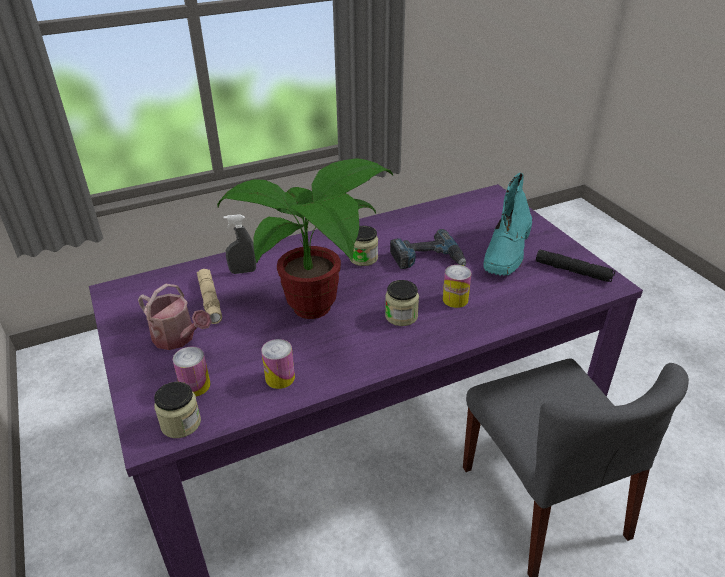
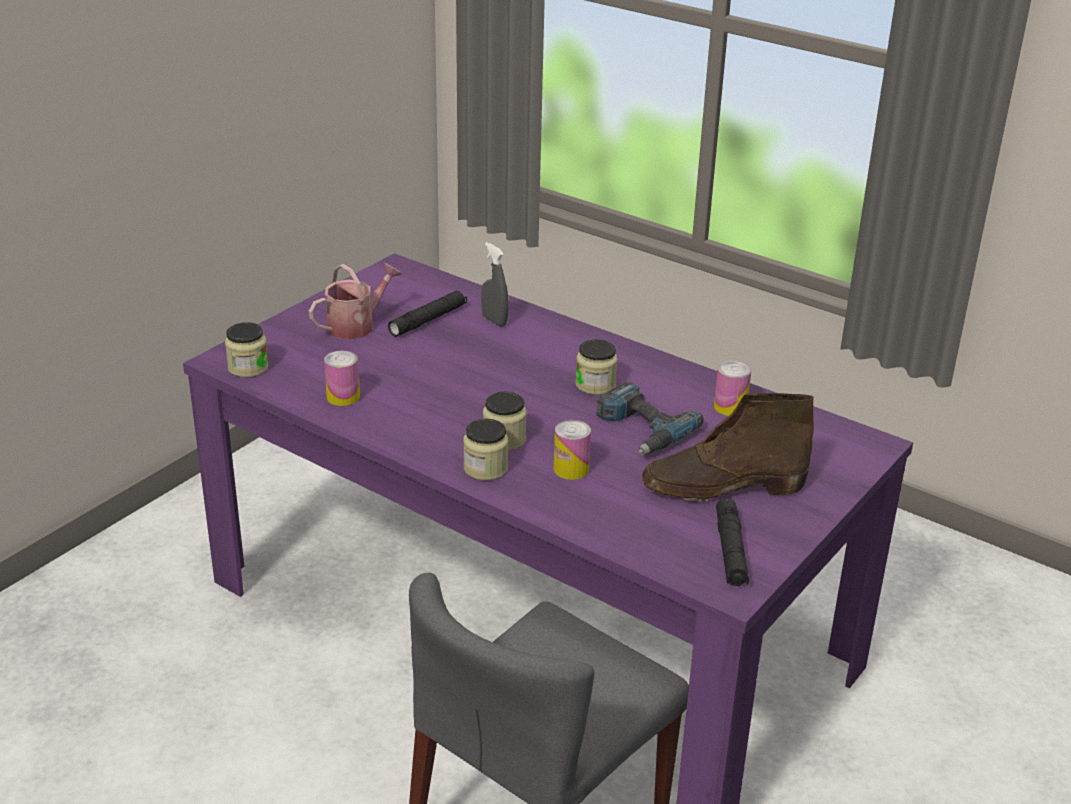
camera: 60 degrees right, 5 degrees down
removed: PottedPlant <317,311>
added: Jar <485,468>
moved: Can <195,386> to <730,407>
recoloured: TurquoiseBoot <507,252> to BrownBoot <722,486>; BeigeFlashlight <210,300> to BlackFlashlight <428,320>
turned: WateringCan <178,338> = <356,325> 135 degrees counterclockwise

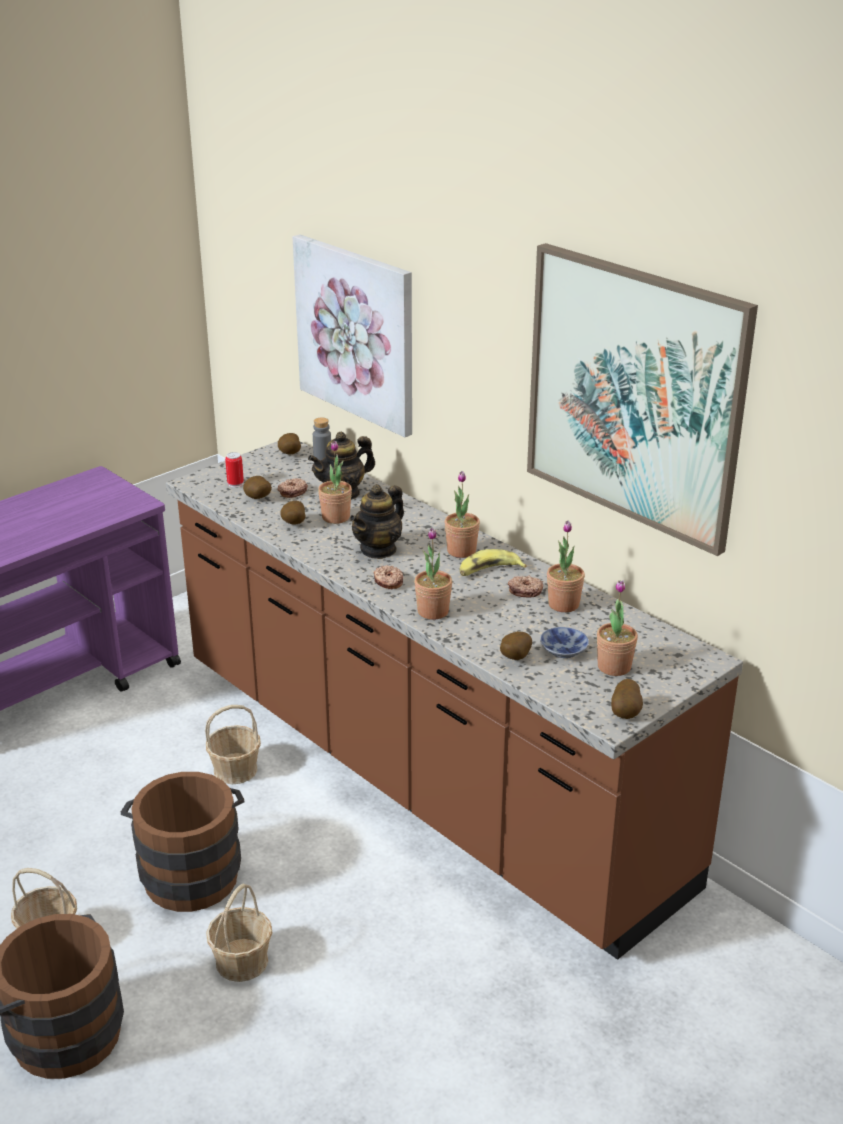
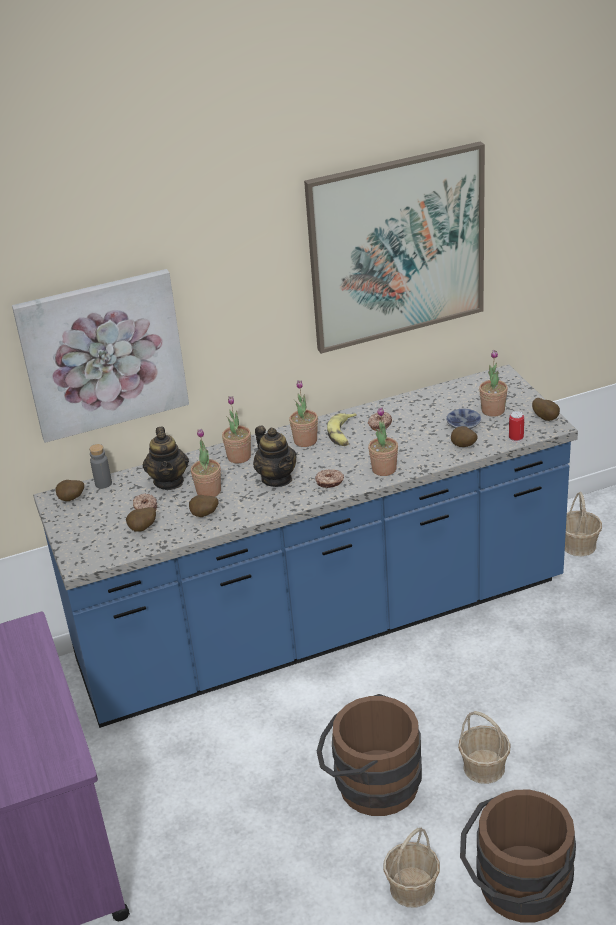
camera: 65 degrees left, 5 degrees up
moved: Can <235,484> to <516,438>; PottedPlant <563,604> to <239,457>; Basket <236,770> to <579,545>
recoloured: BrownCounter <421,774> to BlueCounter <322,627>

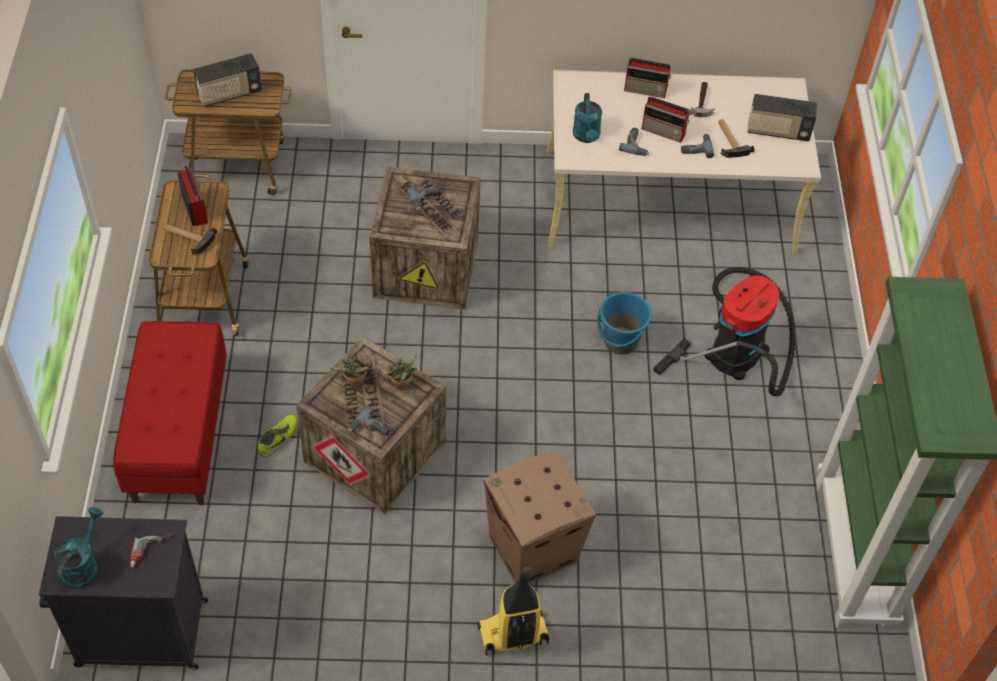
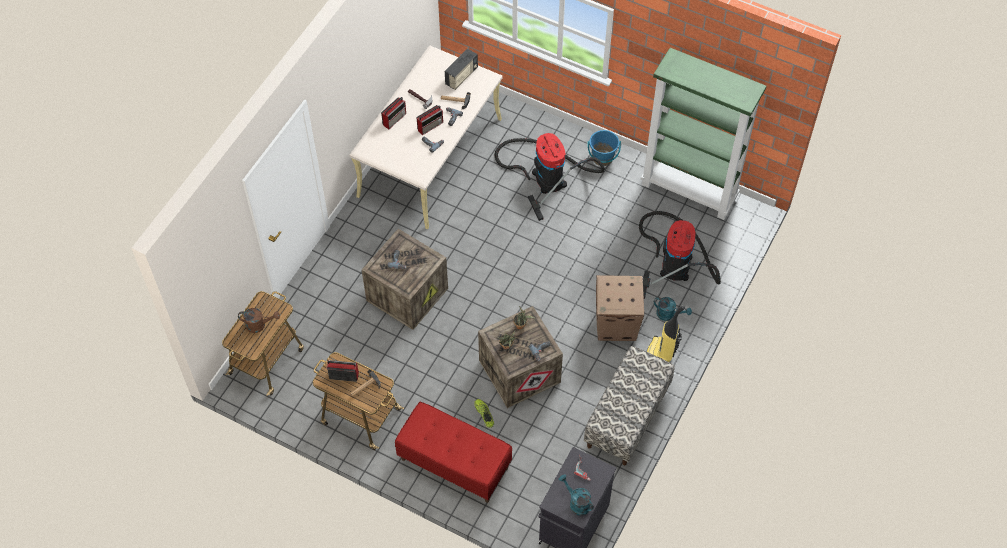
camera: 60 degrees left, 5 degrees up
added: VacuumCleaner <675,261>; Bench <627,417>
moved: TurquoiseWateringCan <587,137> to <669,314>; BlueBucket <620,341> to <602,158>
replaced: Radio <229,94> to BrownWateringCan <259,325>

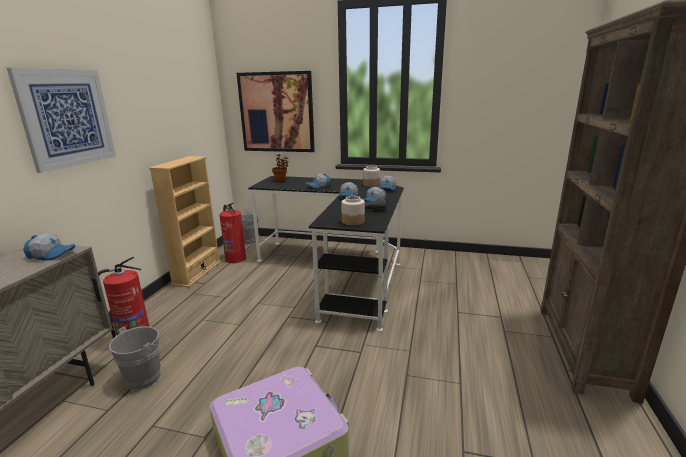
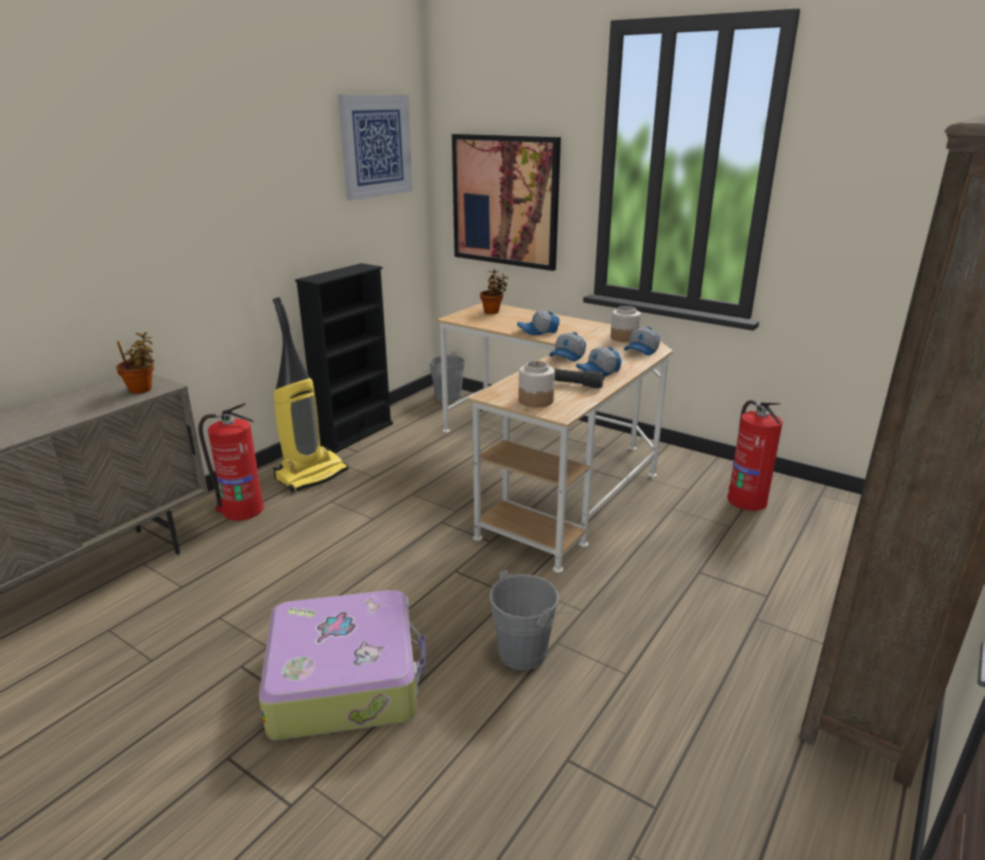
camera: 20 degrees right, 5 degrees up
added: VacuumCleaner <311,475>
moved: Picture <67,118> to <376,146>; FireExtinguisher <235,258> to <746,500>; GreyBucket <147,376> to <527,650>
replaced: Cap <52,255> to PottedPlant <142,390>
recoloured: BeigeBookcase <197,273> to BlackBookcase <354,434>; BlackDesk <338,271> to BeigeDesk <551,469>

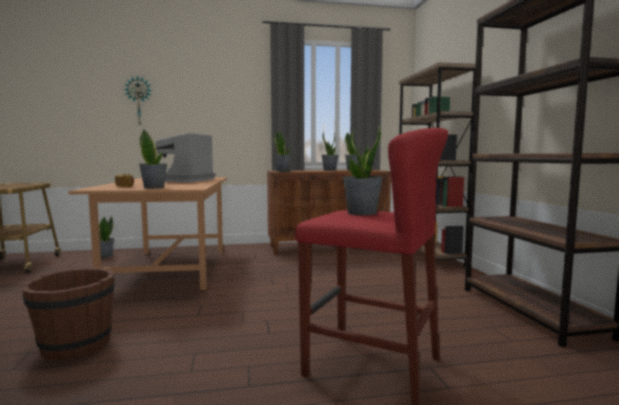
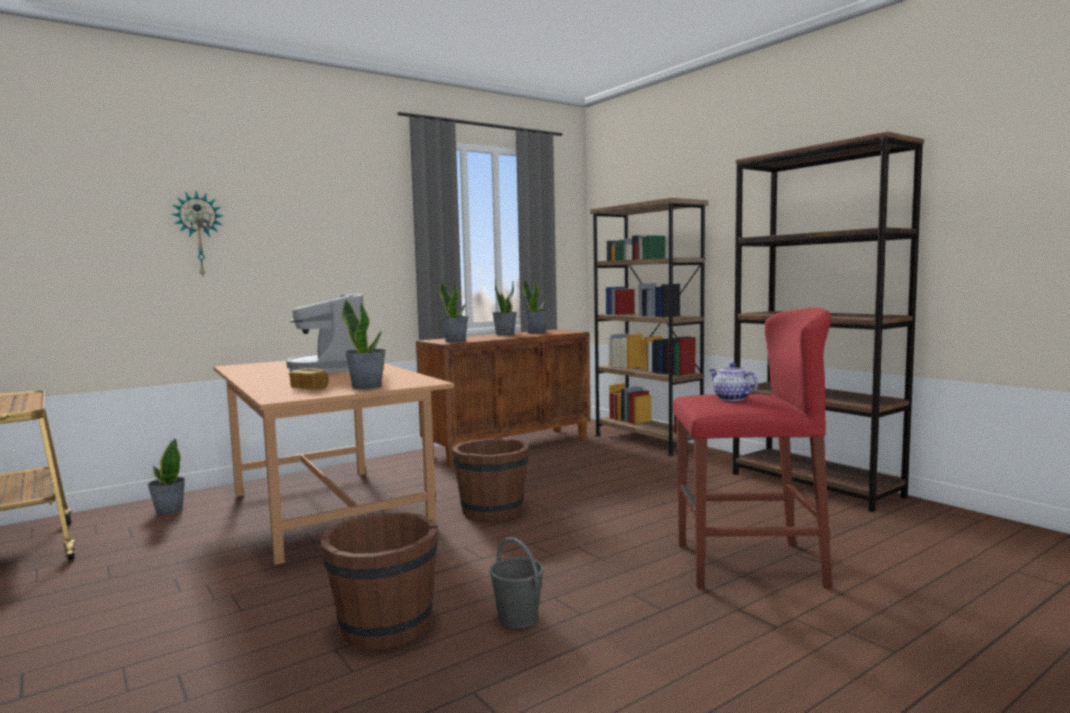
camera: 25 degrees left, 0 degrees up
added: BrownBucket <492,511>; GreyBucket <517,618>
replaced: PottedPlant <362,213> to Teapot <731,398>

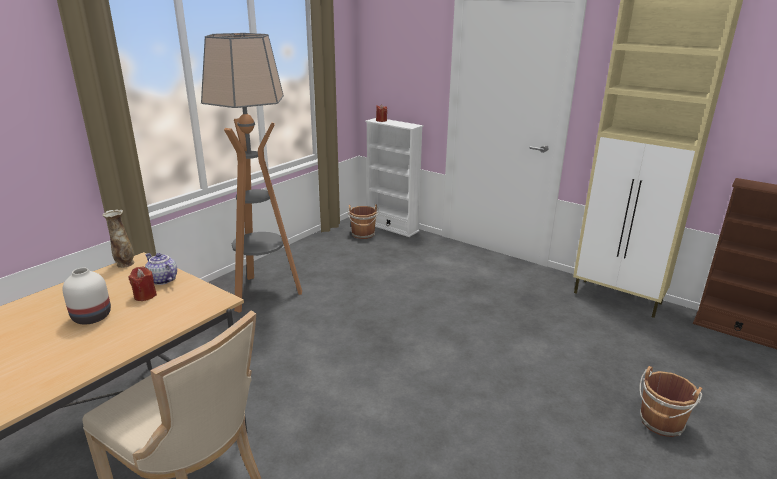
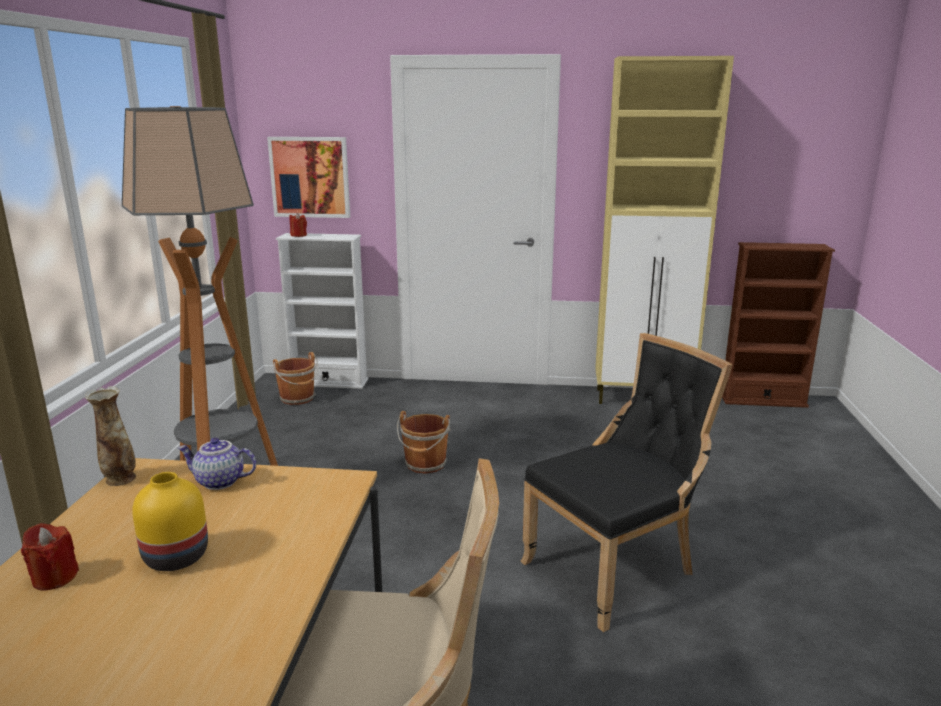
camera: 30 degrees left, 5 degrees down
added: Picture <310,177>; BlackChair <616,569>
moved: RedCandle <145,295> to <54,577>; BrownBucket <661,423> to <425,465>
recoloured: WhiteVase <92,317> to YellowVase <177,557>

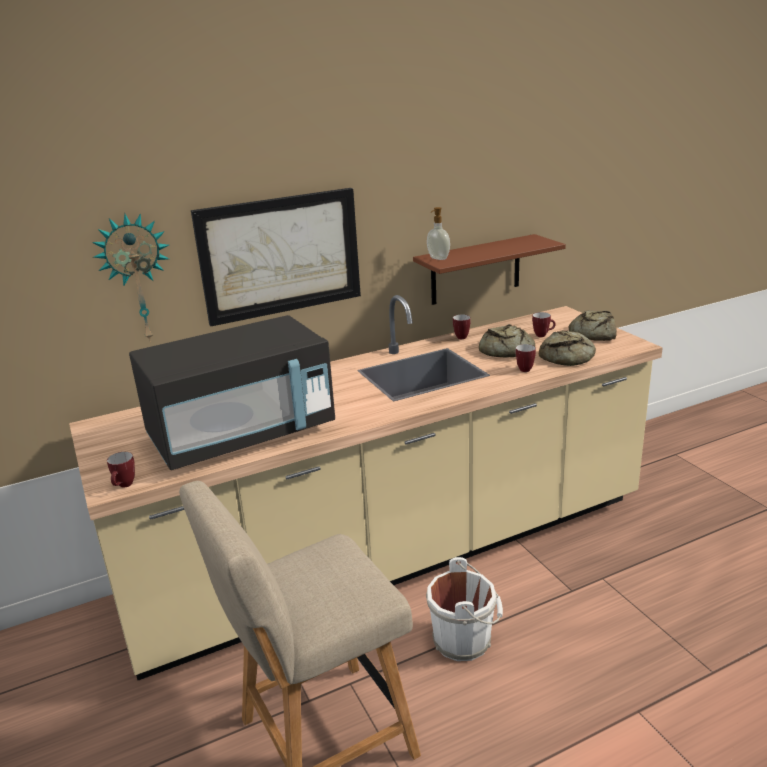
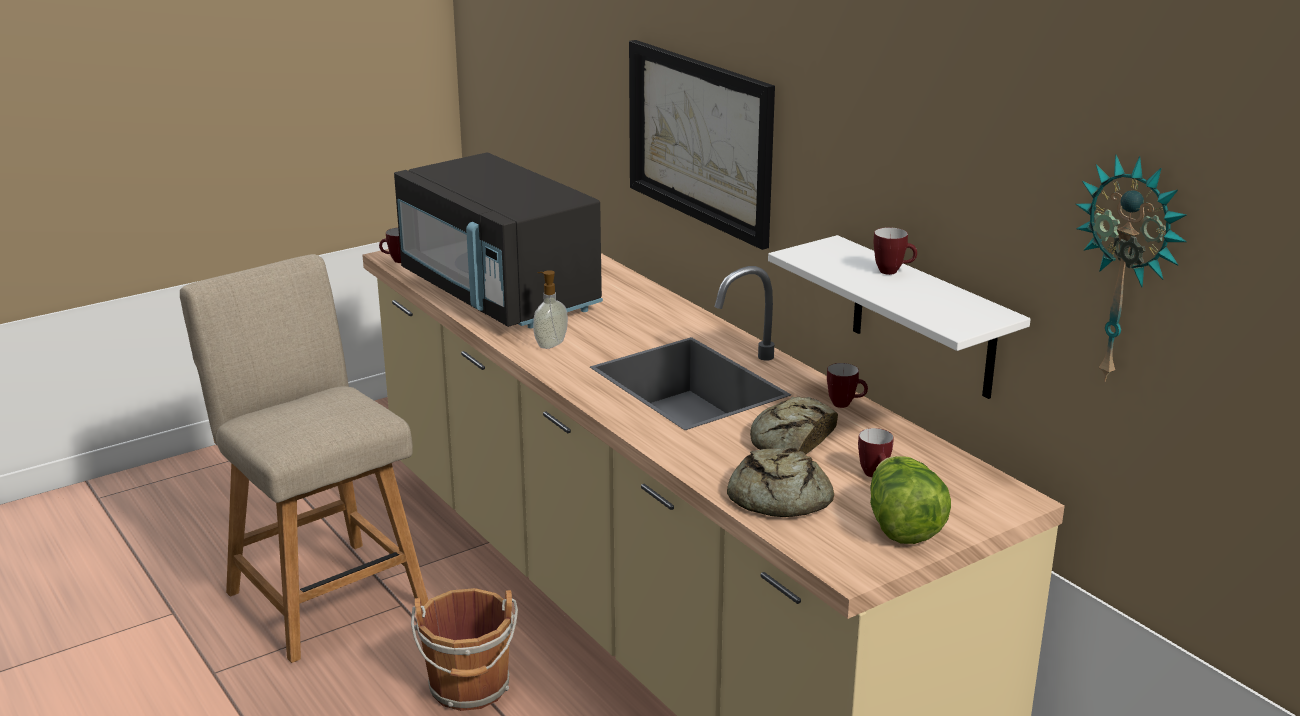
camera: 80 degrees right, 0 degrees up
moved: SoapDispenser <438,258> to <550,344>; WallClock <136,278> to <1128,270>; Mug <525,369> to <893,271>
replaced: Bread <593,333> to Lettuce <902,526>
recoloured: BrownShelf <475,270> to WhiteShelf <923,318>; WhiteBucket <464,640> to BrownBucket <470,689>

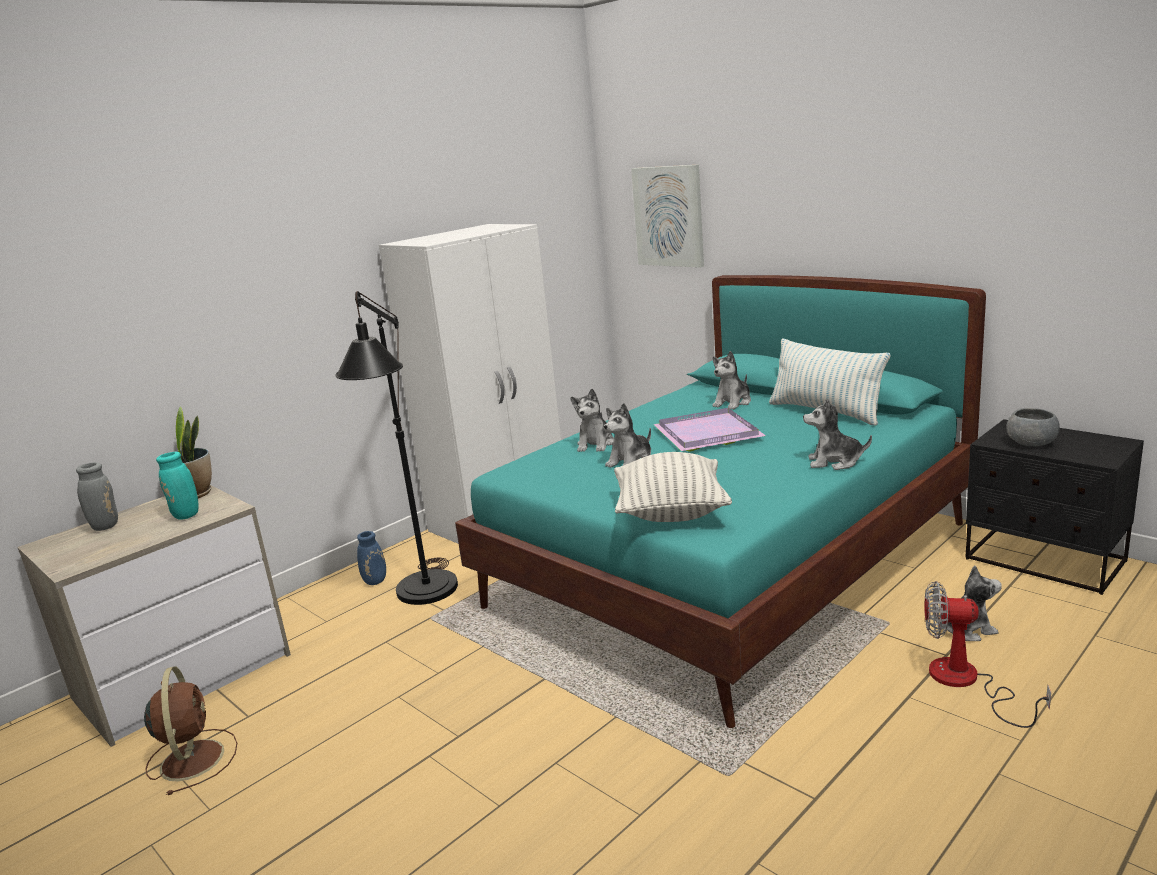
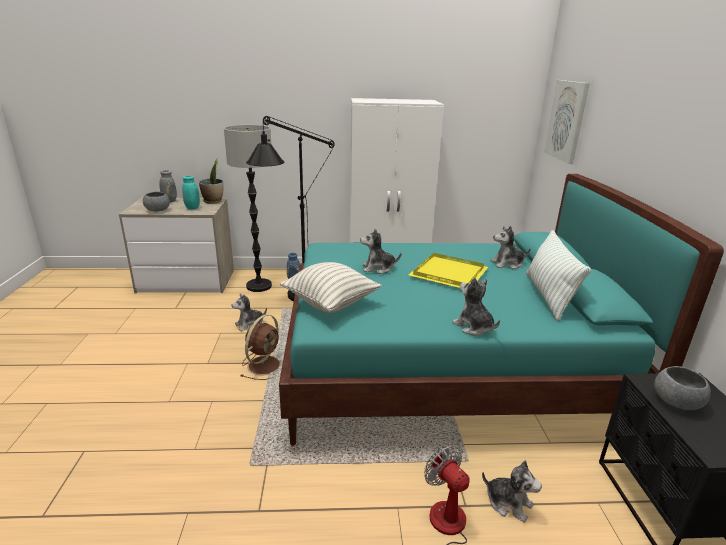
camera: 40 degrees right, 5 degrees up
added: FloorLamp <259,286>; GreyBowl <157,210>
moved: PlushToy <596,444> to <250,324>; BrownFan <192,758> to <265,364>
recoloured: PurpleTray <708,433> to YellowTray <450,273>

